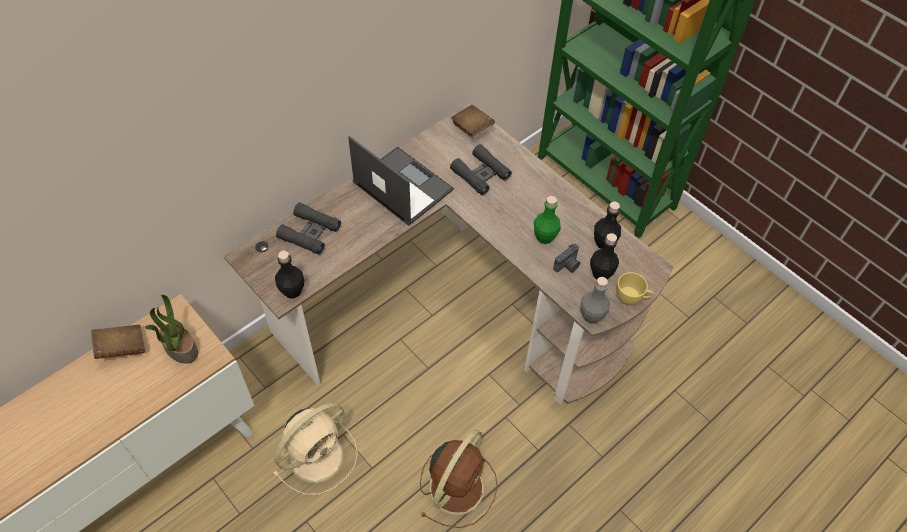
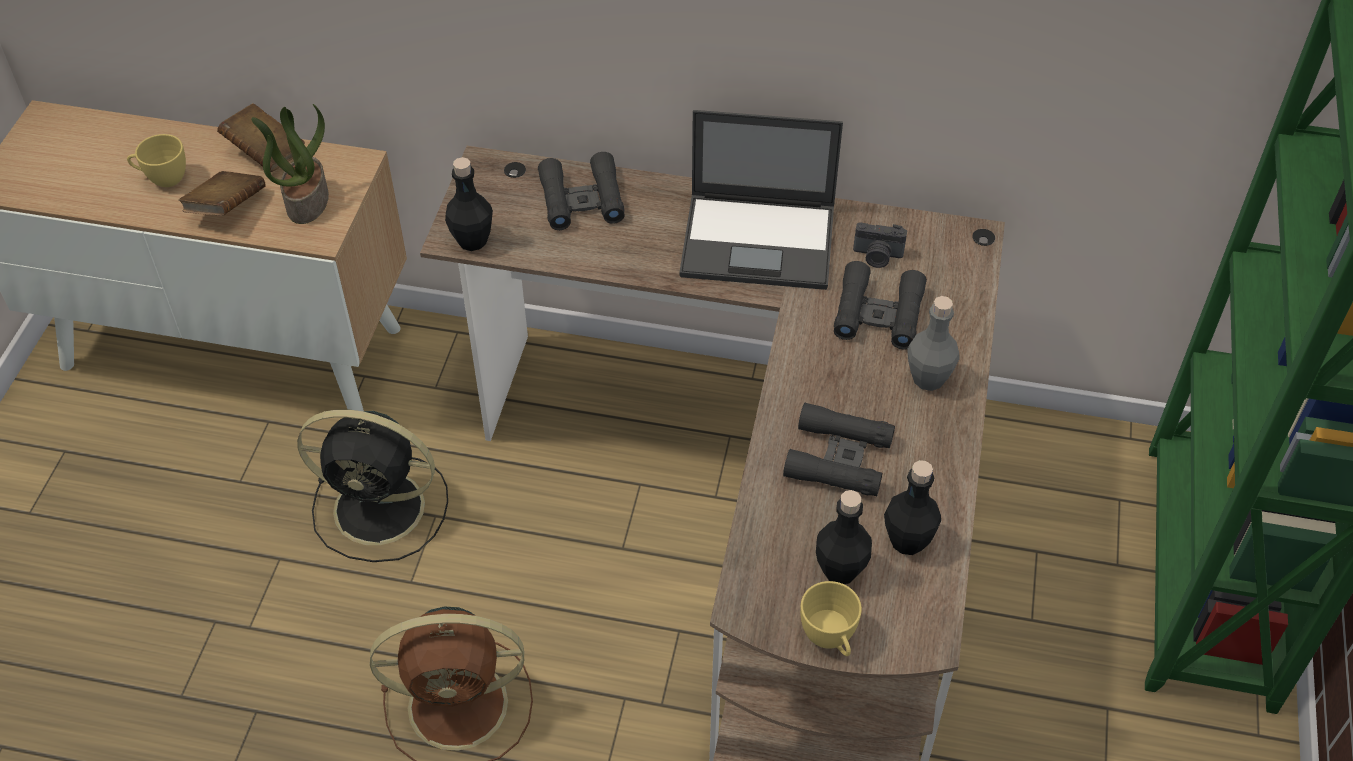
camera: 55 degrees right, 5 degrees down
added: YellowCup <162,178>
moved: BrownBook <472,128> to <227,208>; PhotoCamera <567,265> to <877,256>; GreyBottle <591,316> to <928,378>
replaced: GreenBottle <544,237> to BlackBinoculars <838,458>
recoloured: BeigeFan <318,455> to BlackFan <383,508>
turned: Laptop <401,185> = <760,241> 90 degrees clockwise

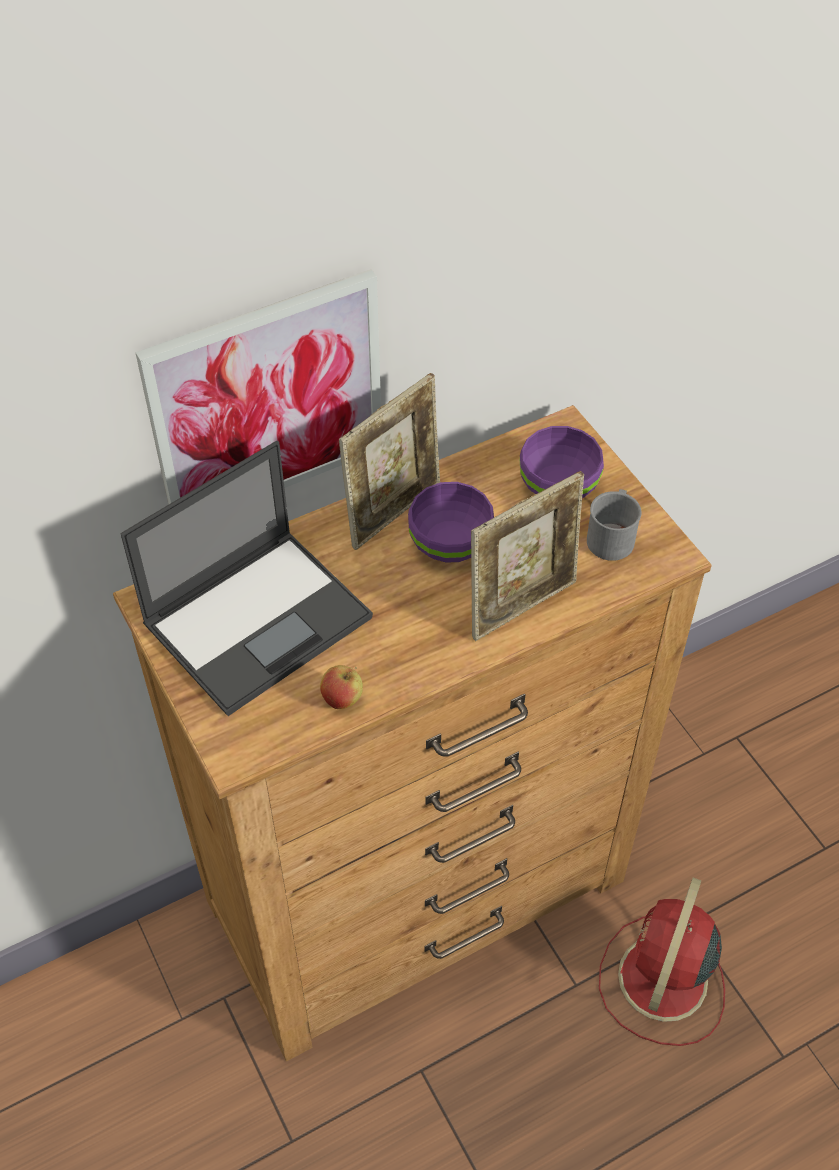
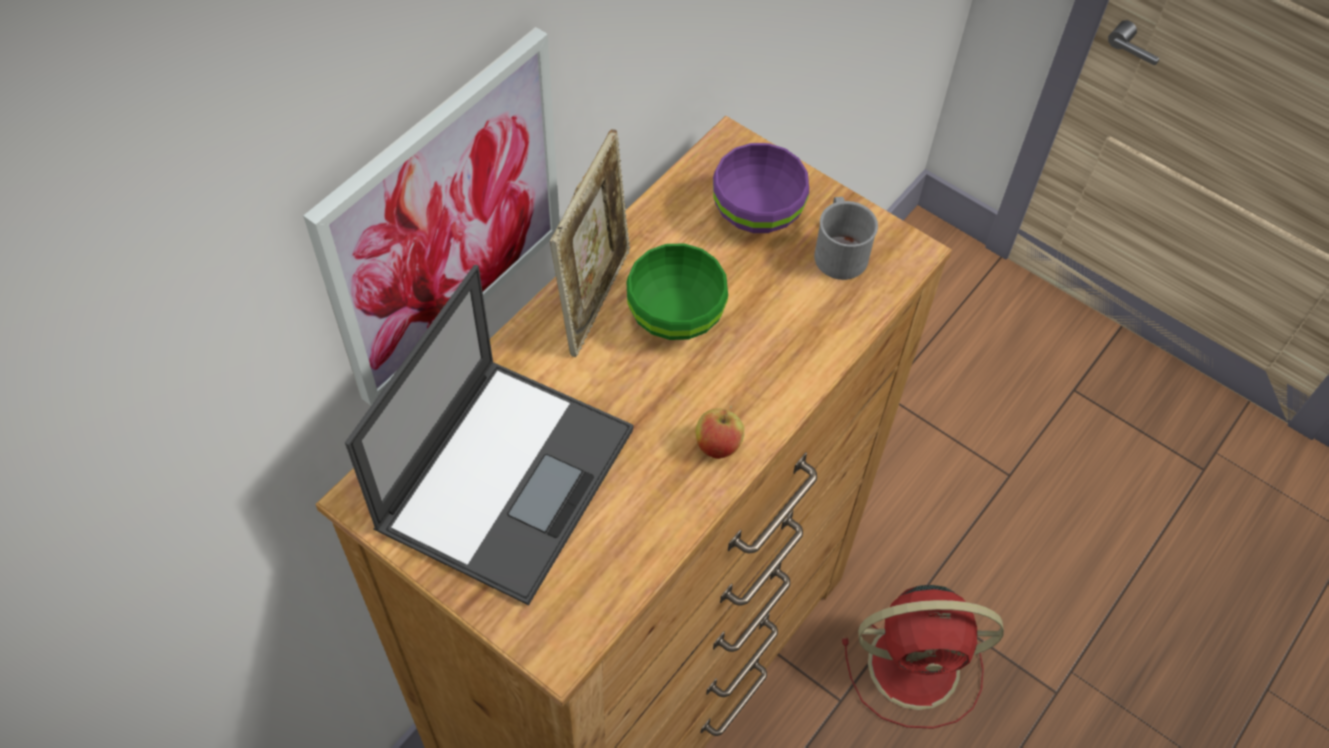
camera: 25 degrees left, 5 degrees up
removed: PictureFrame <522,605>
moved: Apple <342,699> to <718,446>
recoloured: PurpleBowl <451,545> to GreenBowl <677,316>
turned: RedFan <661,982> = <918,665> 90 degrees counterclockwise

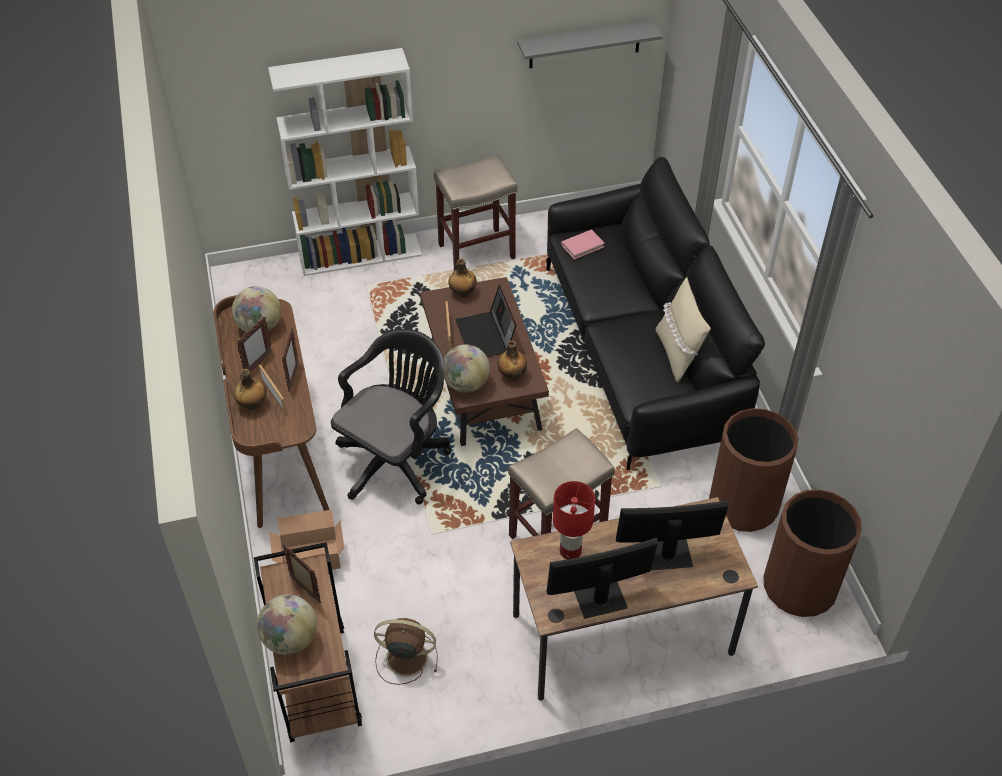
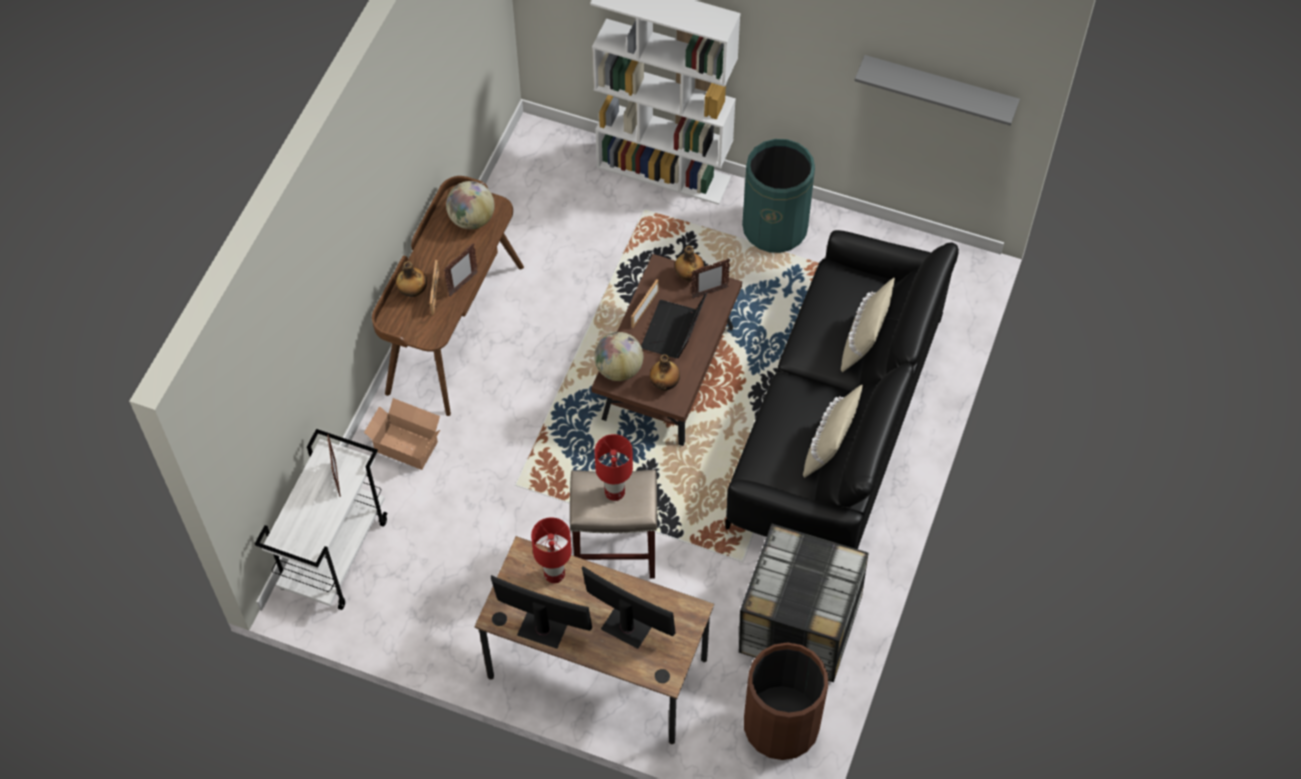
camera: 35 degrees right, 10 degrees up
removed: PinkBook <582,246>; BlackOfficeChair <396,459>; Globe <290,639>; BrownFan <405,657>
added: BeigePillow <864,344>; RedTableLamp <614,492>
moved: PictureFrame <258,364> to <709,293>
replaced: BeigeStool <477,250> to GreenTrashCan <775,228>; BrownTrashCan <743,504> to StorageBox <799,623>
recoloured: BrownCart <316,682> to WhiteCart <335,553>

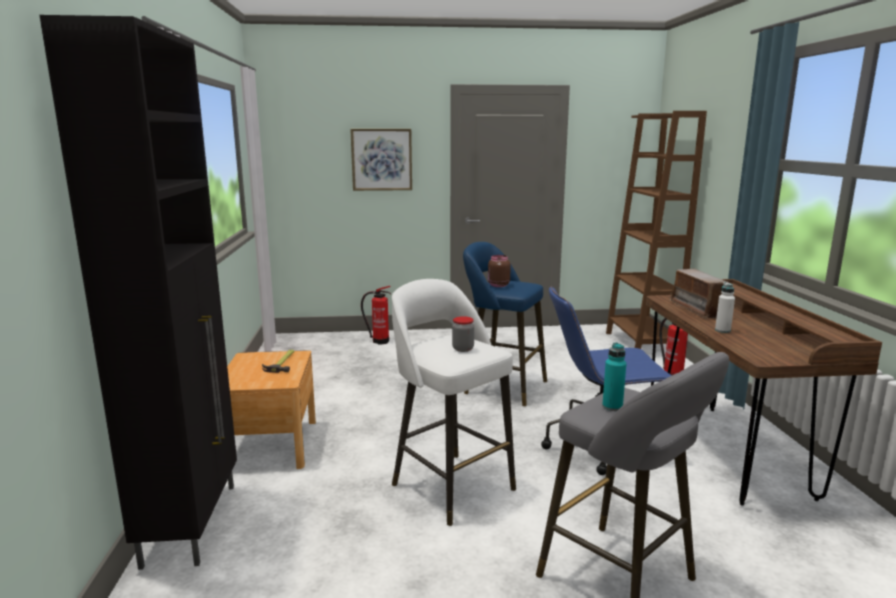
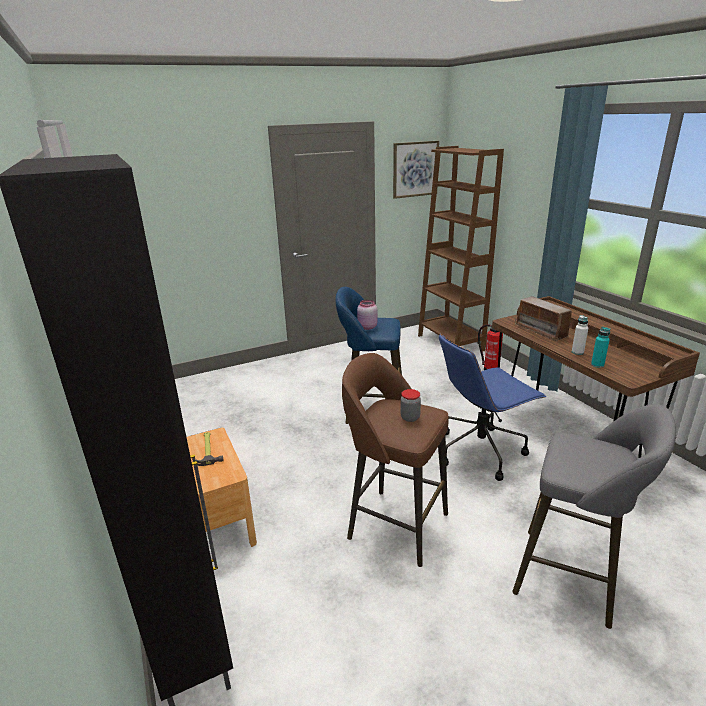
camera: 20 degrees left, 10 degrees up
removed: FireExtinguisher <379,341>
moved: Picture <381,159> to <415,169>; TurquoiseBottle <612,407> to <597,365>
recoloured: BrownJar <498,285> to PinkJar <367,327>; WhiteStool <450,485> to BrownStool <395,524>

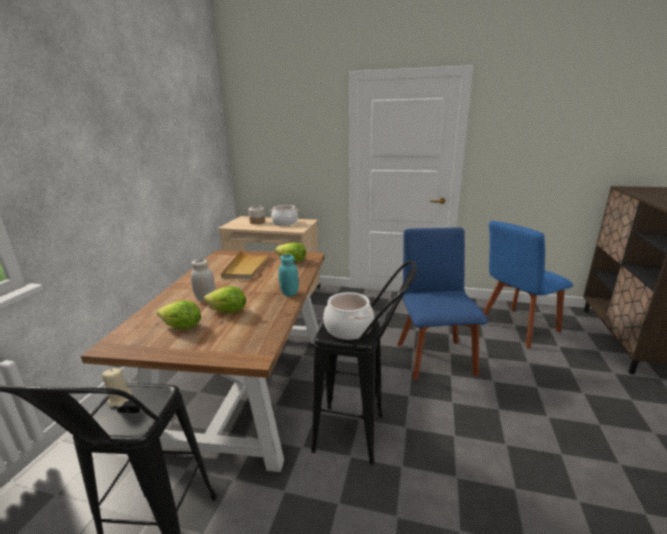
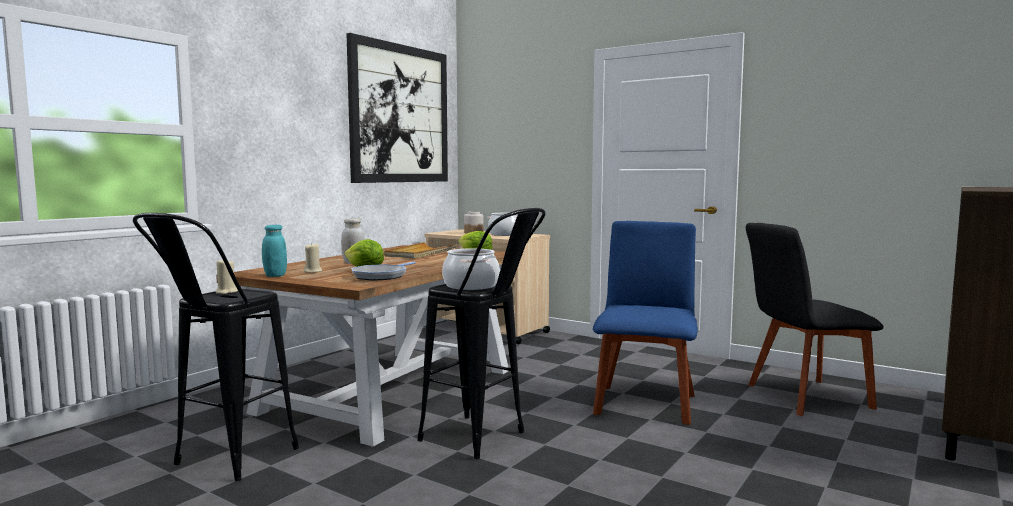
camera: 20 degrees right, 15 degrees down
added: Picture <400,114>; FryingPan <381,276>
moved: TurquoiseJar <289,293> to <275,275>
replaced: Lettuce <182,327> to BeigeCandle <313,271>
recoloured: BlueChair <516,328> to BlackChair <803,397>

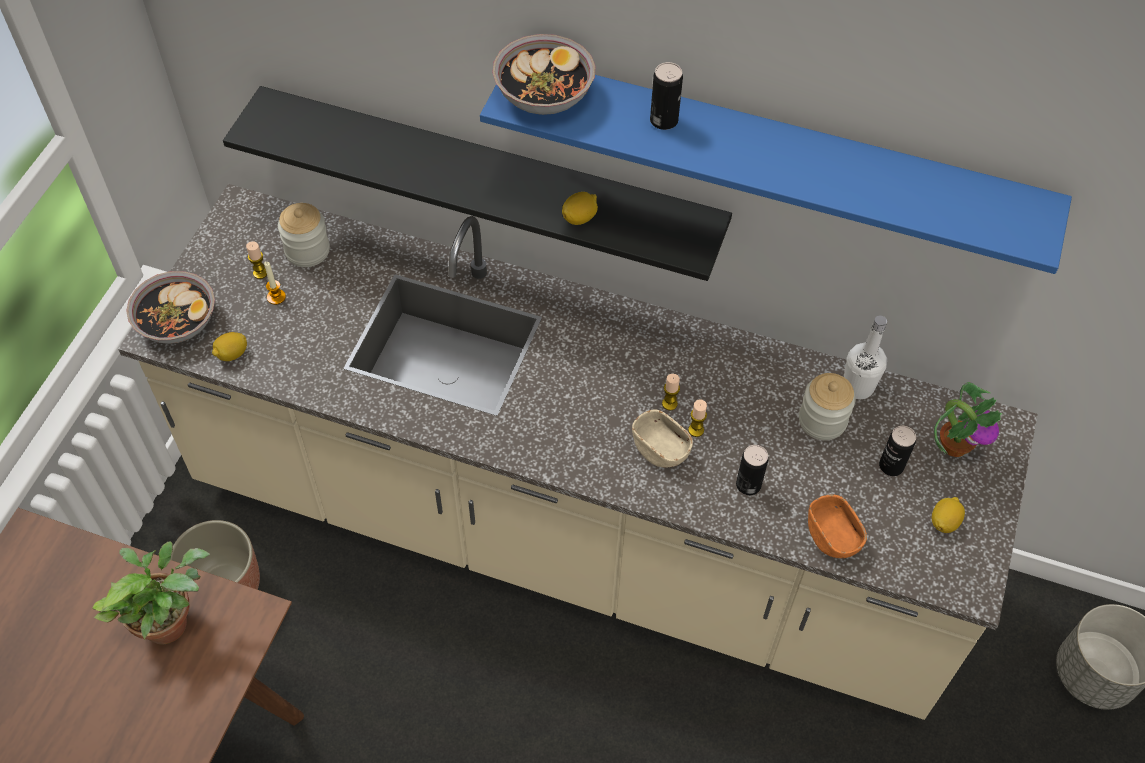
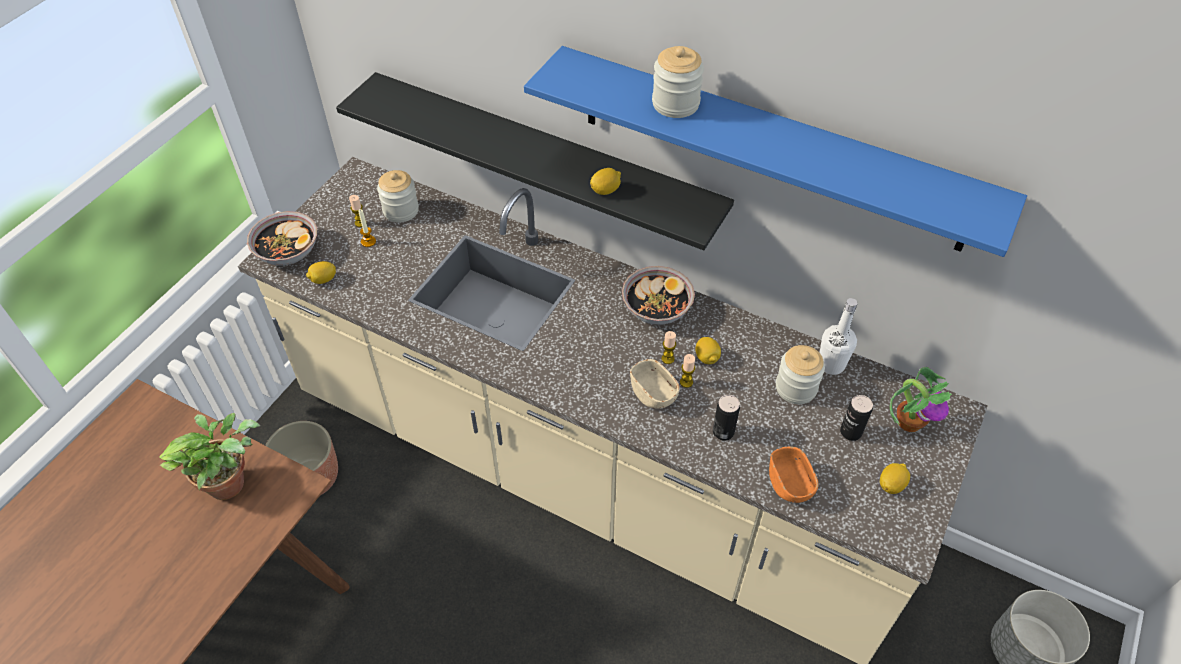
camera: 10 degrees right, 5 degrees down
added: Lemon <707,358>
moved: Bowl <544,95> to <656,308>
replaced: Can <664,120> to Jar <675,104>

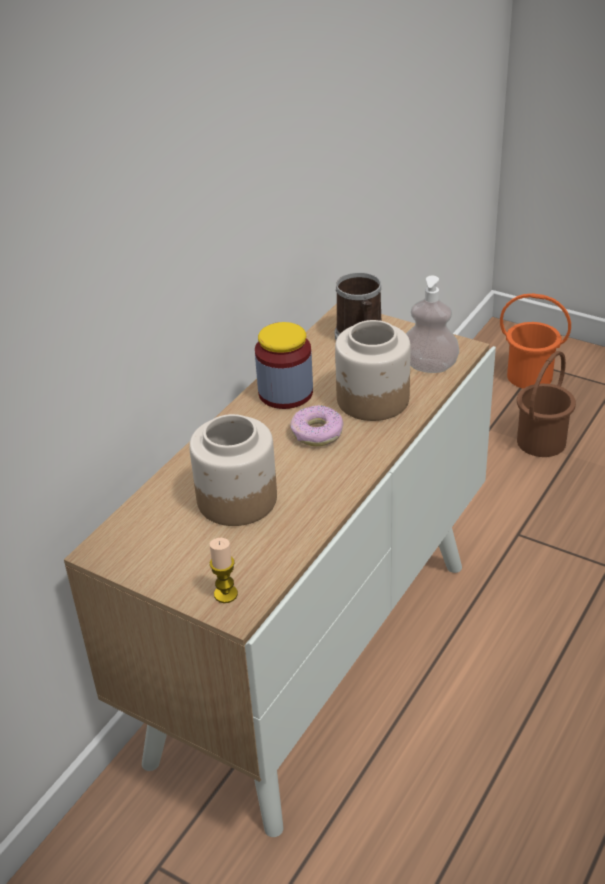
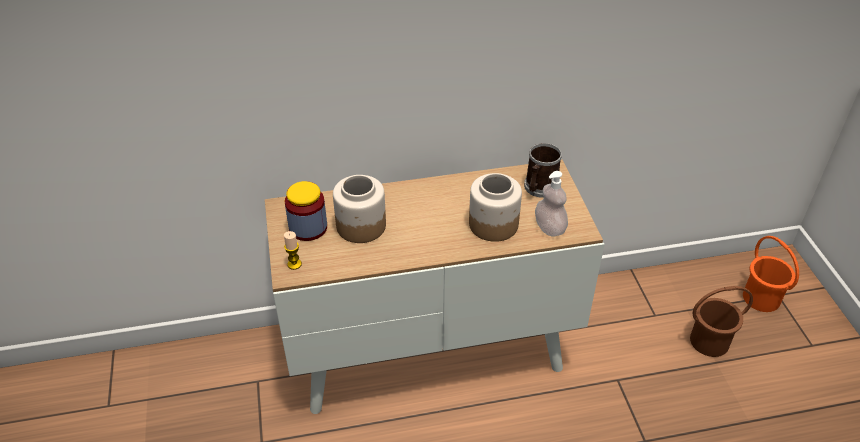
camera: 45 degrees right, 5 degrees up
removed: Donut <316,433>
moved: Jar <285,393> to <308,228>

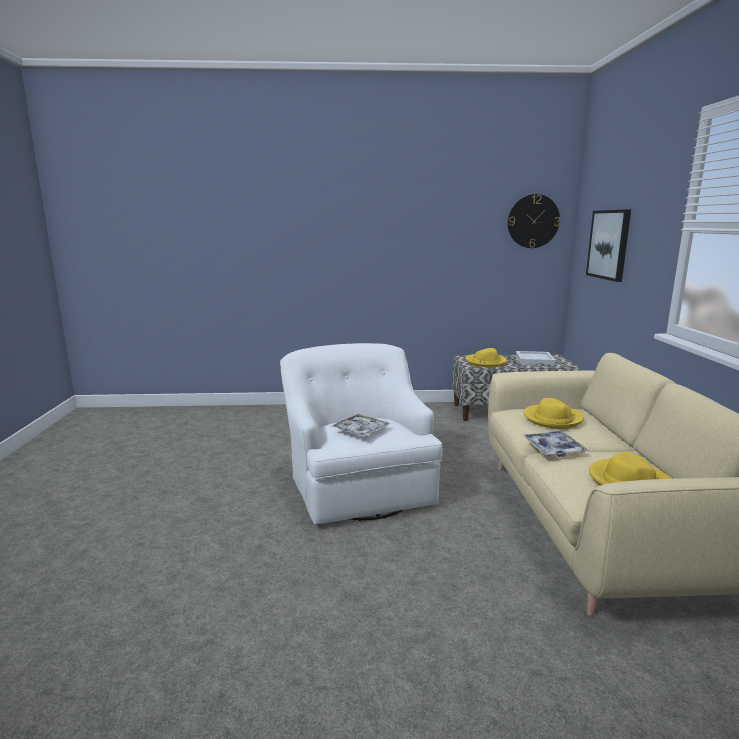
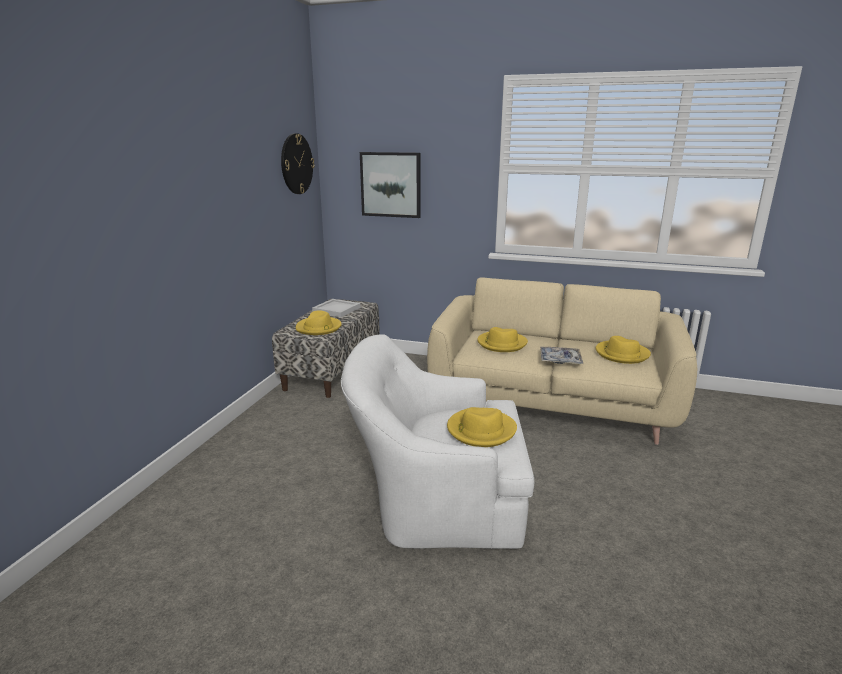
camera: 70 degrees left, 5 degrees up
replaced: Tray <360,431> to YellowHat <480,430>

